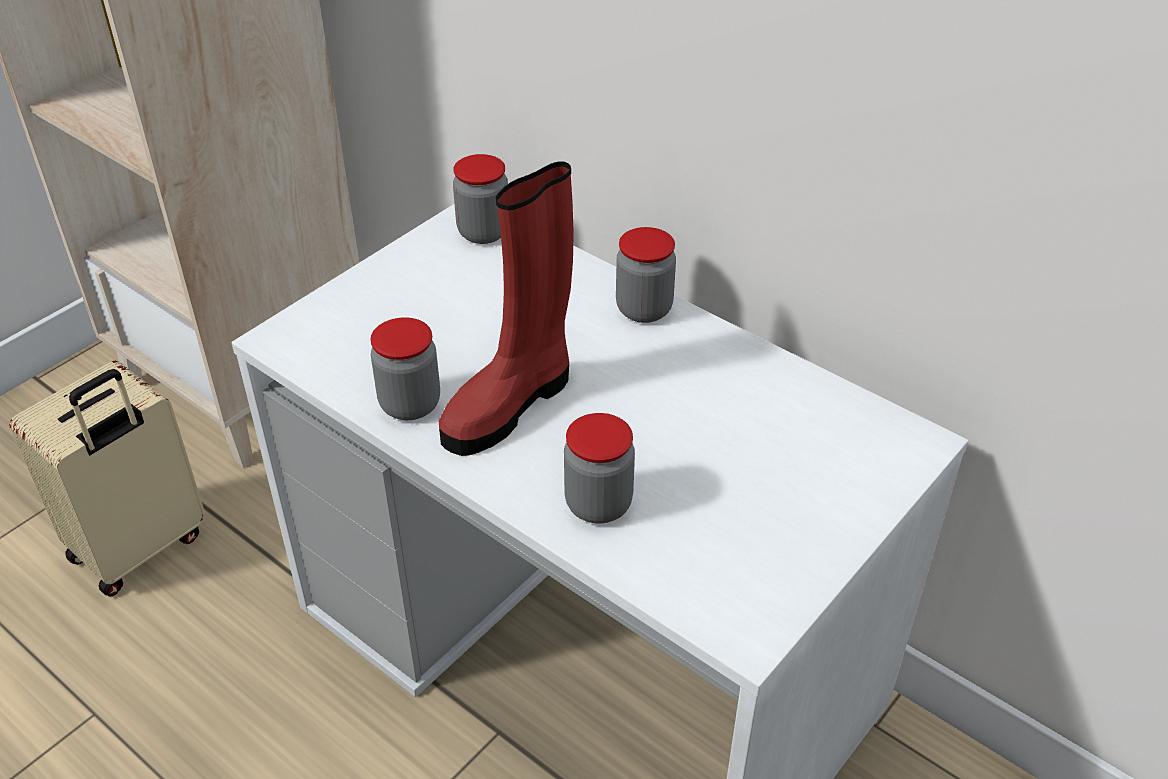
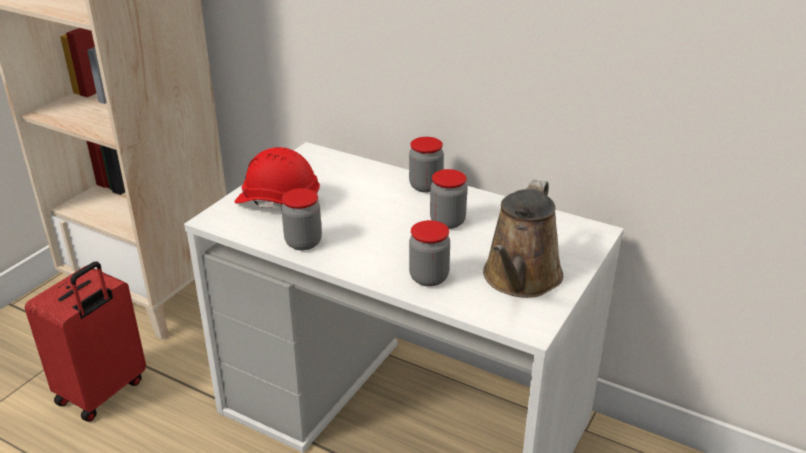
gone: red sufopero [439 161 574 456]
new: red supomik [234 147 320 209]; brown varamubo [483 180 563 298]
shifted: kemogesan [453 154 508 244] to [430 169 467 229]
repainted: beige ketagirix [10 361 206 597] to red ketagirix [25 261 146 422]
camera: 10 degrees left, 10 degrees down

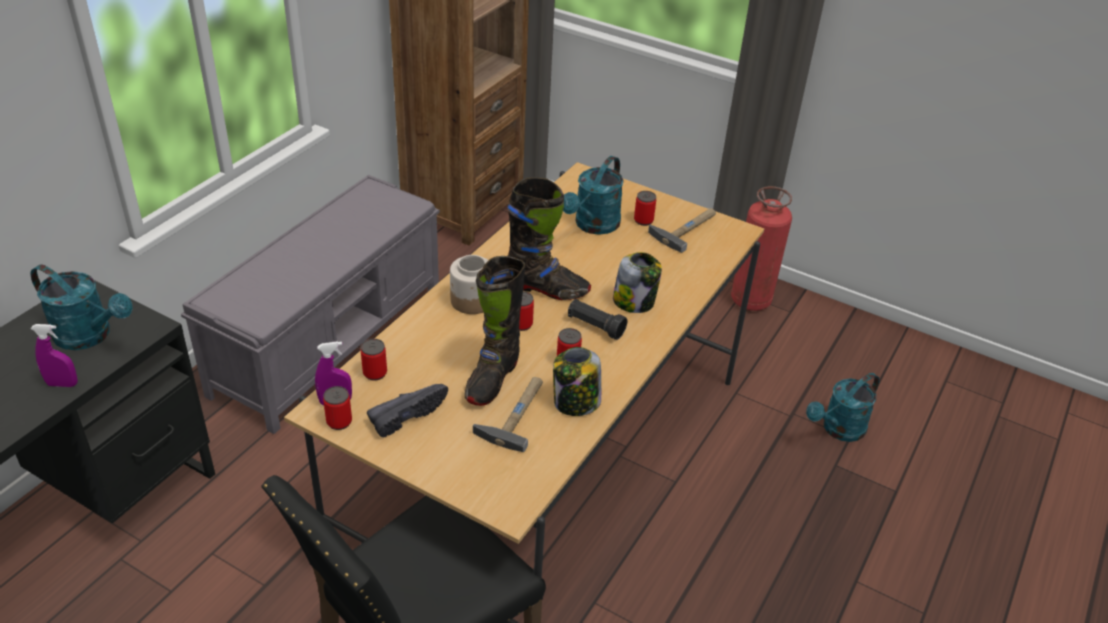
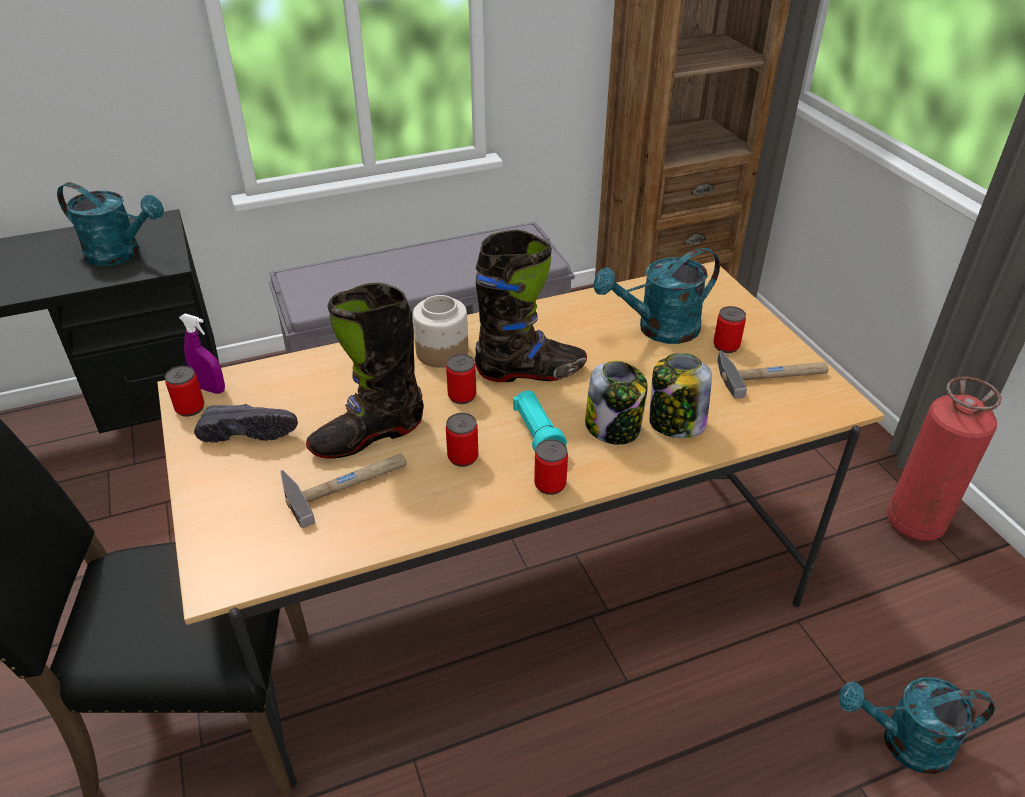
gone: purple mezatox [31 324 78 387]
shifted: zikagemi [361 339 387 381] to [534 439 568 495]; kemogesan [553 347 601 416] to [649 353 712 438]
repainted: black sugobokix [568 299 627 340] to turquoise sugobokix [513 391 567 451]
rotated: turquoise varamubo [31 264 133 350] = [57 182 164 266] 45 degrees counterclockwise; black sufopero [507 177 591 300] = [474 230 587 382] 60 degrees counterclockwise
camera: 40 degrees right, 0 degrees up

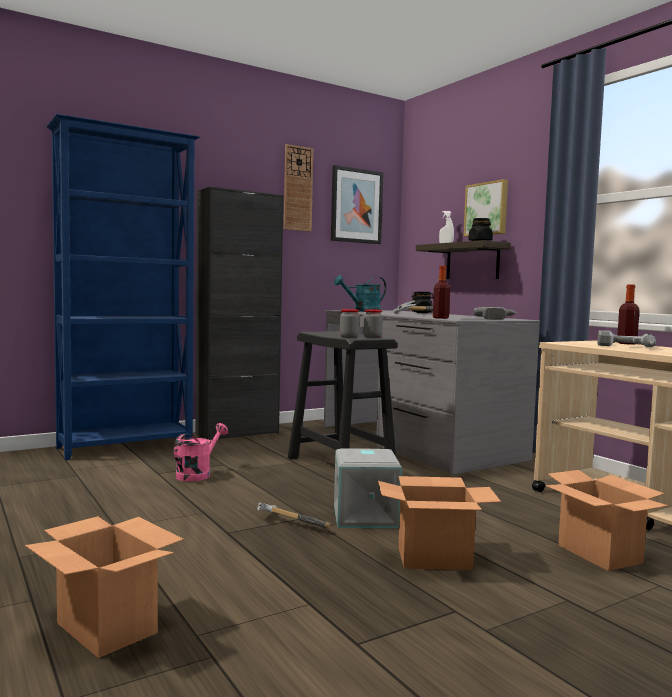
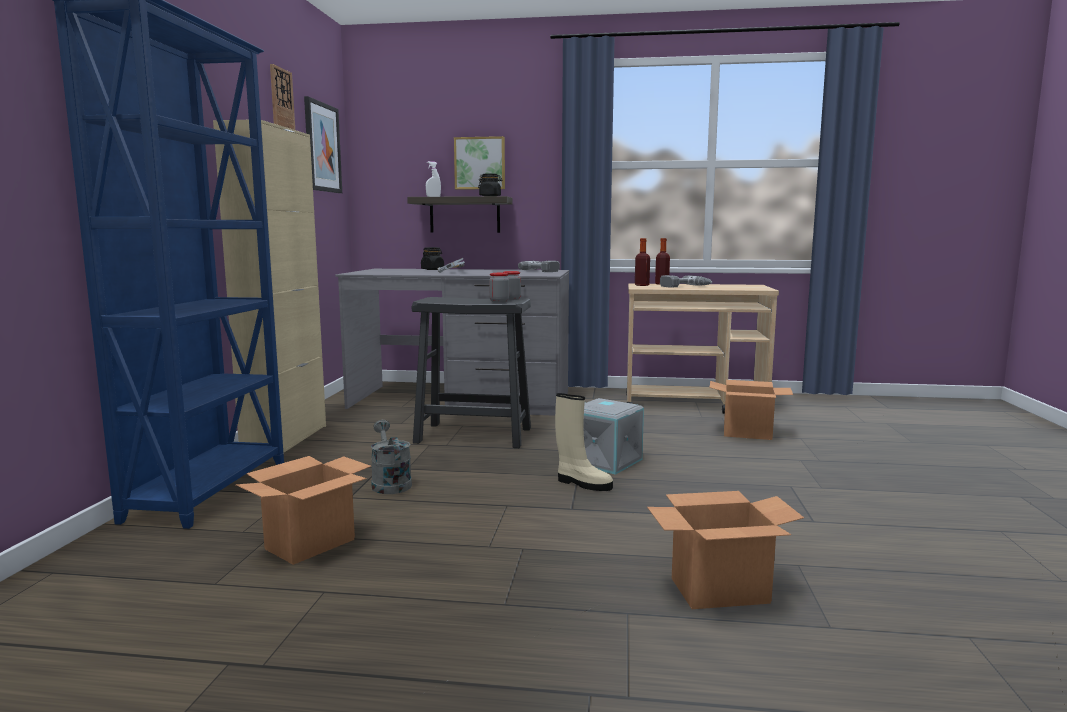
gone: turquoise varamubo [334 275 386 312]
shifted: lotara [378 476 501 570] to [235 456 371 565]; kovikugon [433 266 450 319] to [635 238 650 286]
swapped: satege [257 502 331 528] to beige sufopero [555 393 613 491]
repainted: pink varamubo [174 423 228 482] to grey varamubo [371 420 412 494]; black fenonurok [195 187 283 440] to beige fenonurok [213 120 326 453]
camera: 50 degrees left, 5 degrees up

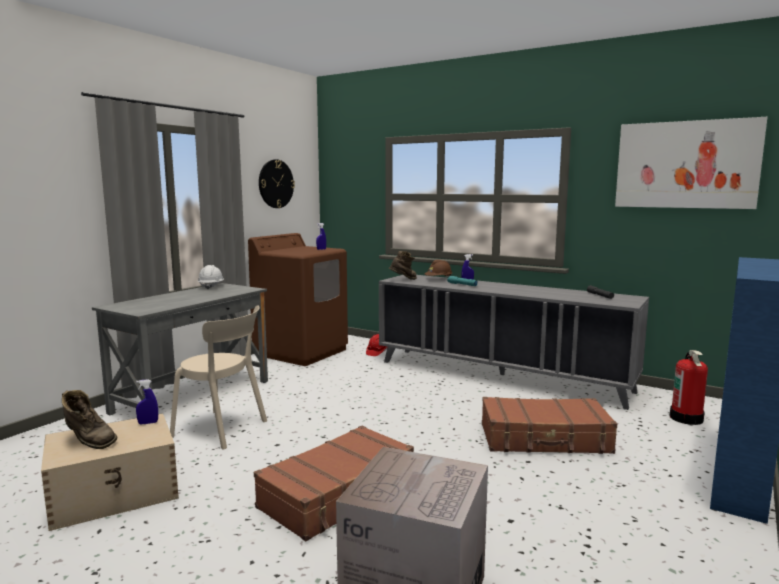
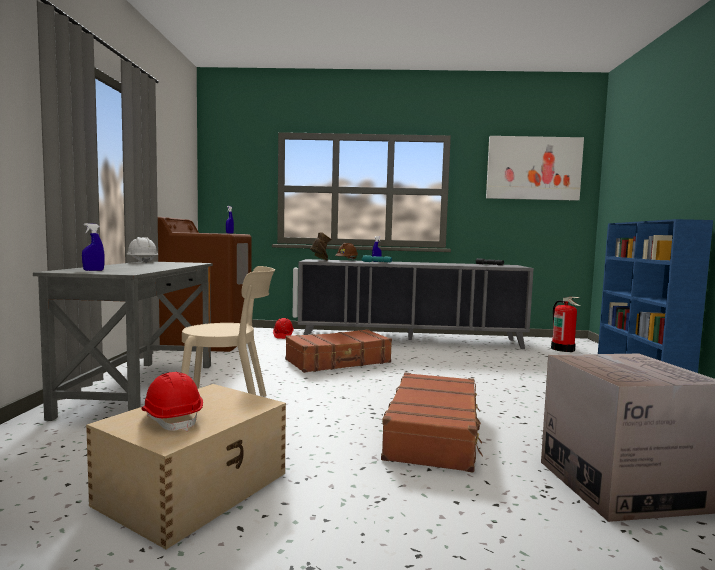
gone: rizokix [259 159 295 208]
shifted: blue mezatox [136 379 158 424] to [82 223 105 271]; brown ketagirix [482 397 617 454] to [285 329 392 373]
swapped: brown sufopero [62 390 117 449] to red supomik [141 372 203 431]
camera: 30 degrees left, 5 degrees down

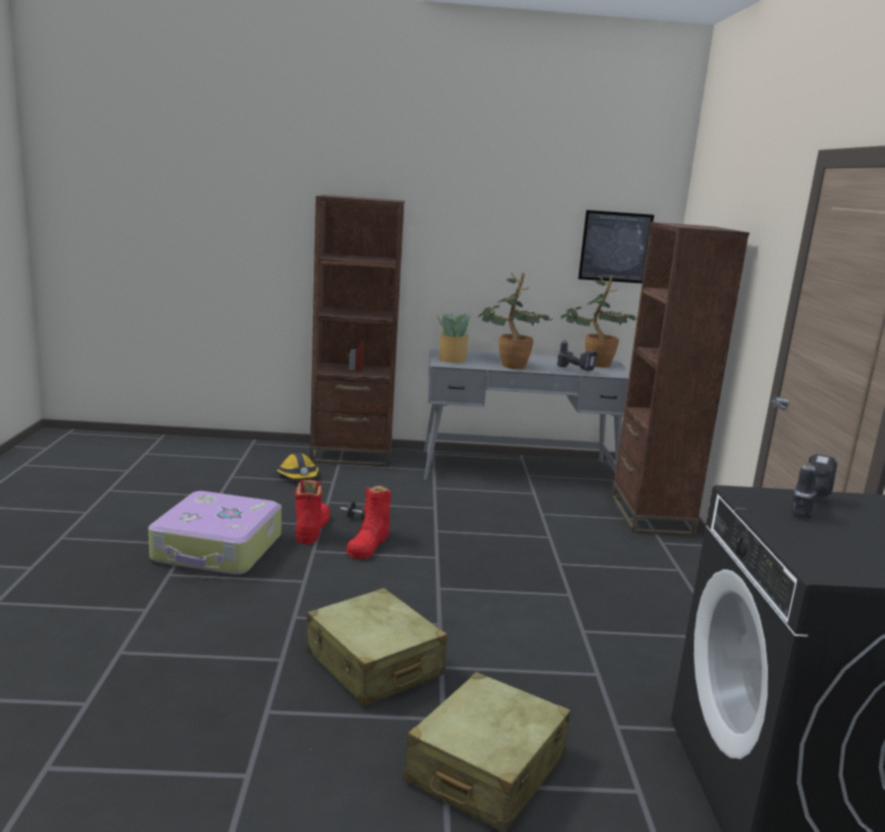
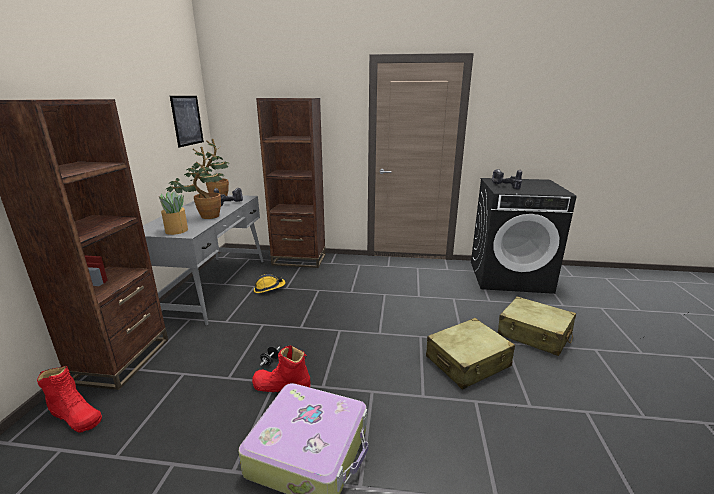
shifted: supomik [277 453 319 479] to [254 274 285 293]; red sufopero [346 485 392 559] to [37 366 102 433]
camera: 80 degrees left, 5 degrees up

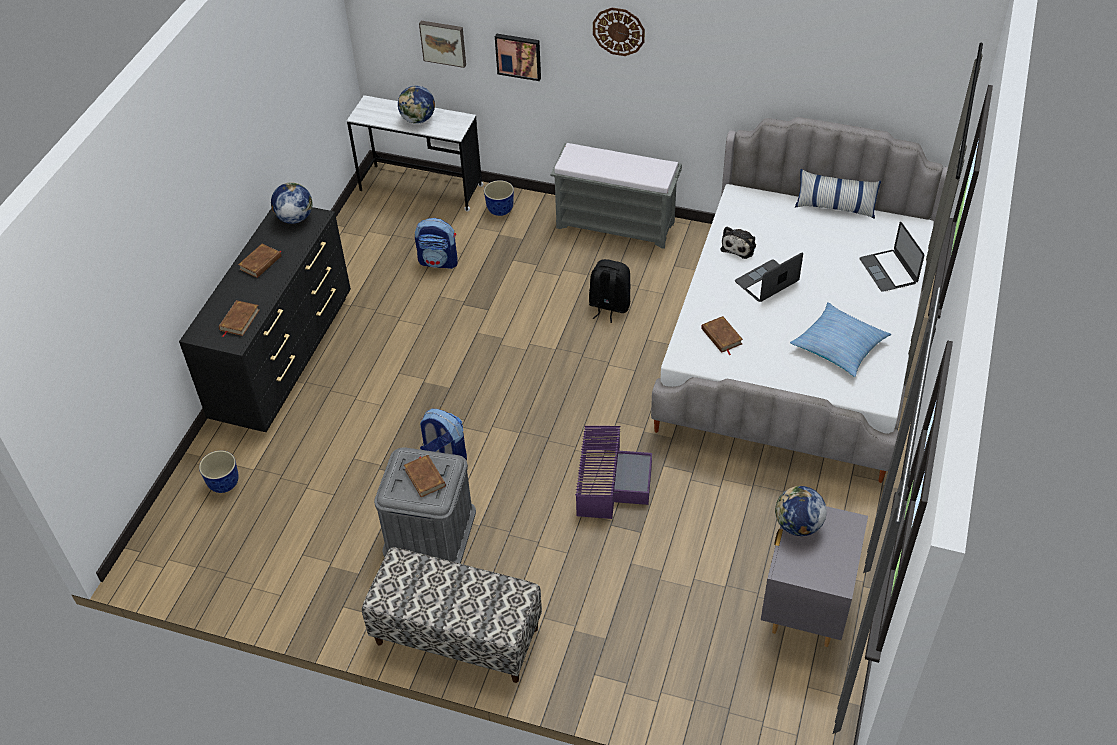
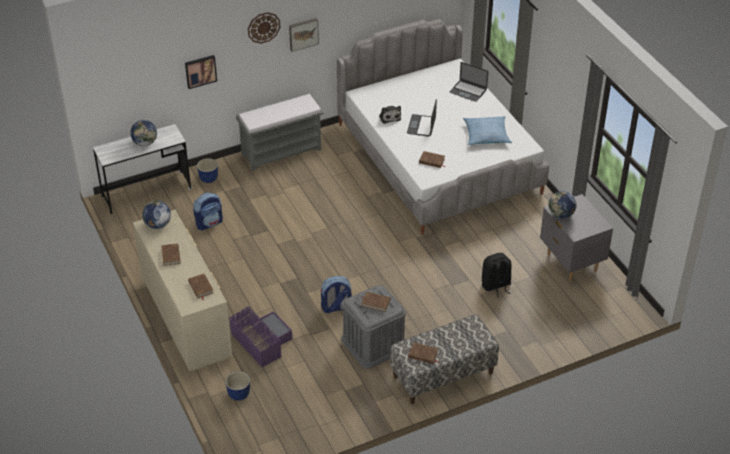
gone: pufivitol [795 169 881 219]
new: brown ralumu [408 342 439 364]
shifted: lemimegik [419 21 466 68] to [289 18 319 52]; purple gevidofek [575 426 652 519] to [230 306 292 367]; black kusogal [589 259 631 323] to [482 253 511 298]
repainted: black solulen [179 207 351 432] to beige solulen [133 210 232 371]
camera: 45 degrees left, 5 degrees down

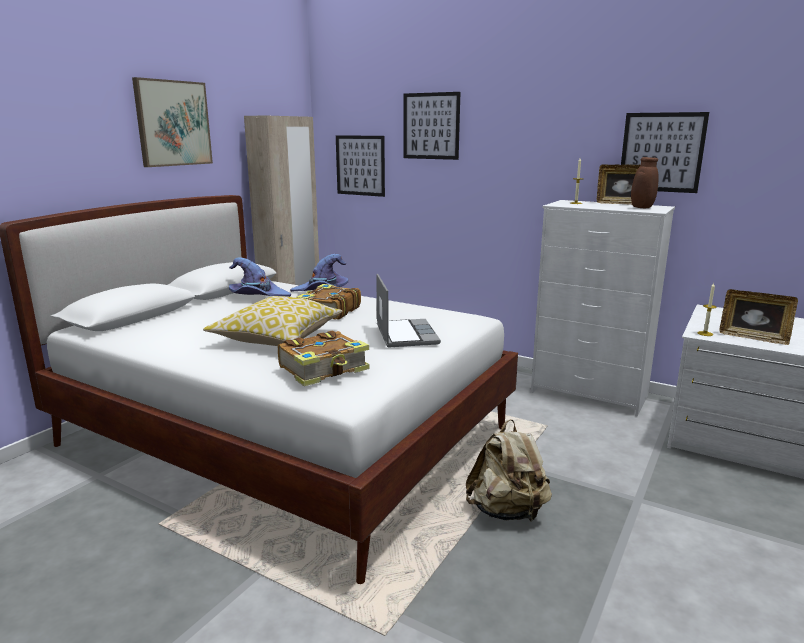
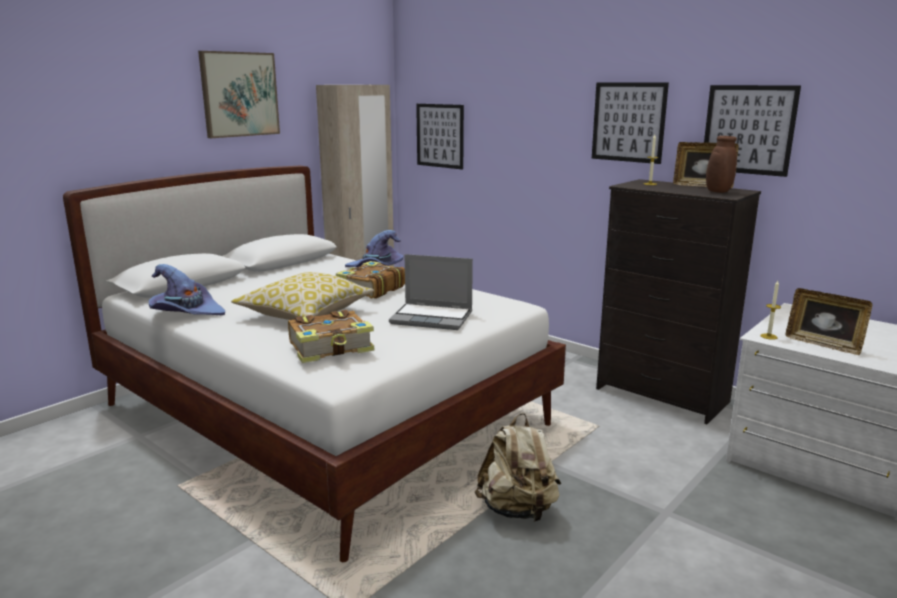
shifted: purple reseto [229 257 291 297] to [149 264 225 315]; lemimegik [403 92 460 160] to [592 82 669 164]
repainted: white solulen [531 200 675 416] to black solulen [596 179 761 424]
rotated: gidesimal [376 274 441 348] = [389 254 473 330] 105 degrees clockwise
camera: 10 degrees right, 0 degrees up

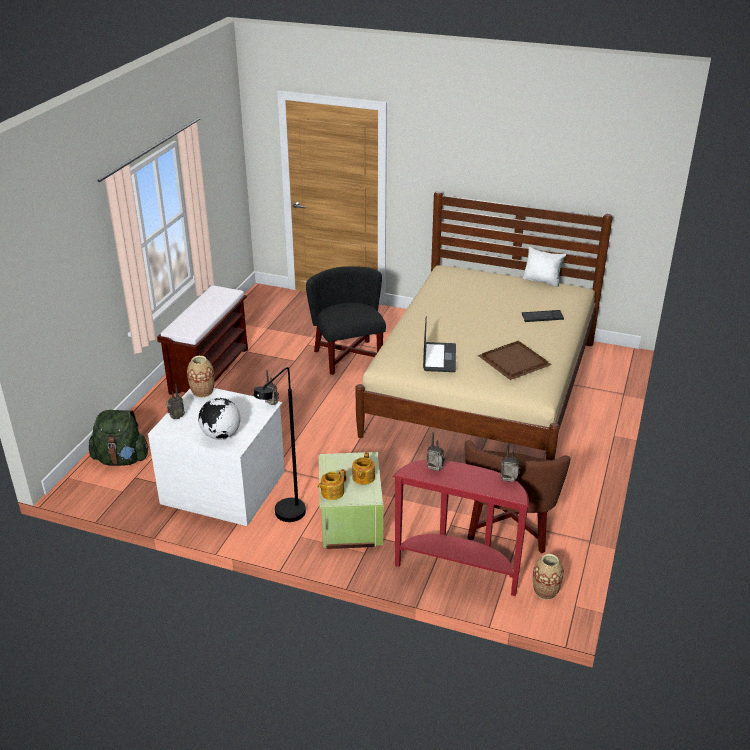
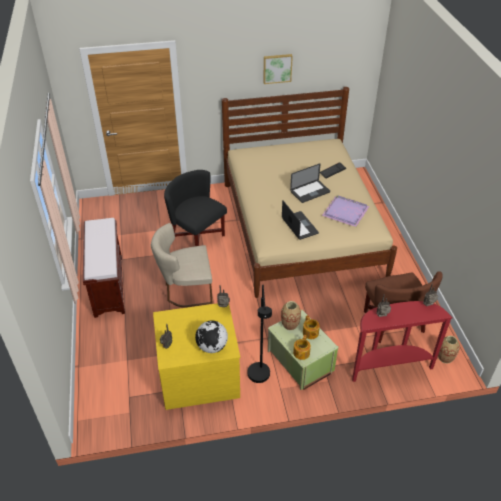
gone: green kusogal [89 410 149 466]; white pufivitol [523 247 566 287]
new: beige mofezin [151 223 212 307]; lemimegik [263 54 293 84]; gidesimal [290 163 330 203]
shifted: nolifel [187 356 214 398] to [281 301 301 330]
repainted: white solulen [148 388 285 526] to yellow solulen [153 303 240 410]; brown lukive [478 341 552 380] to purple lukive [322 195 370 227]
camera: 30 degrees left, 10 degrees up

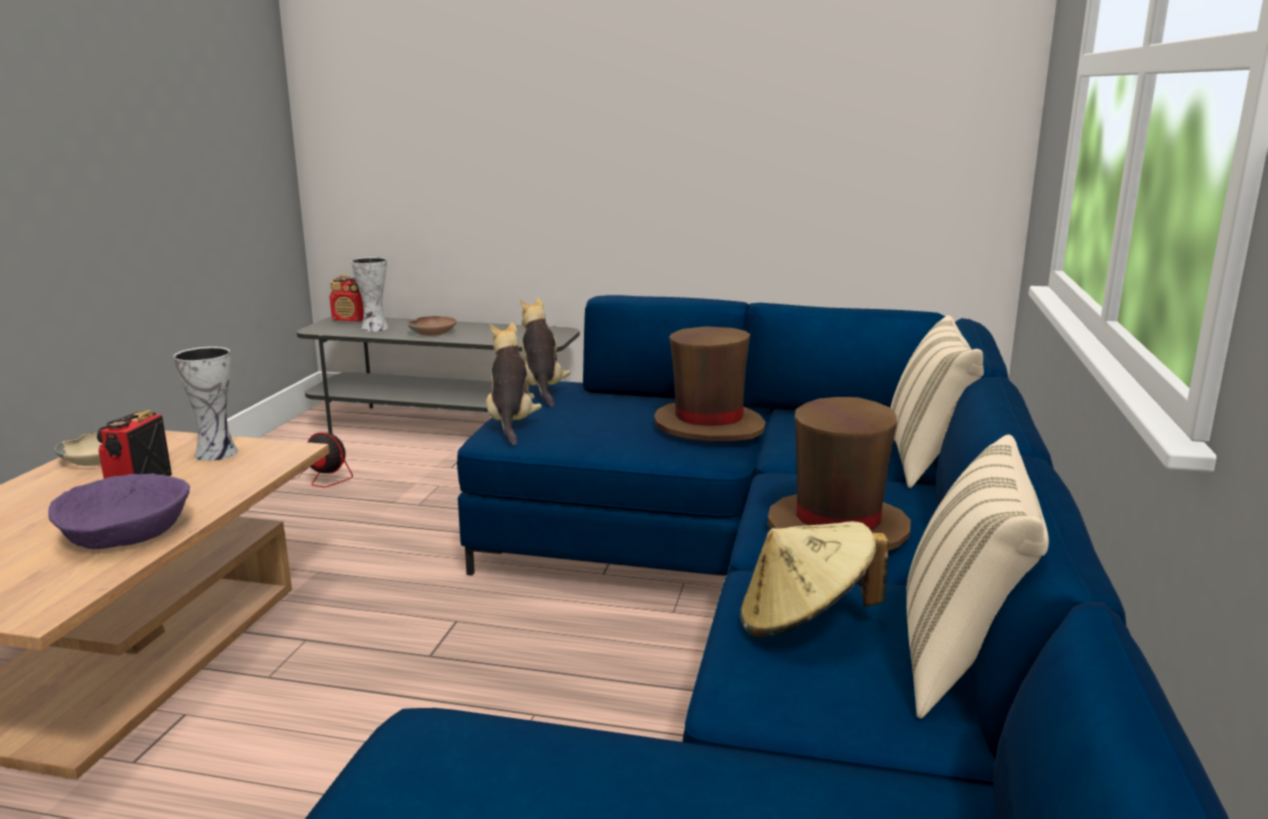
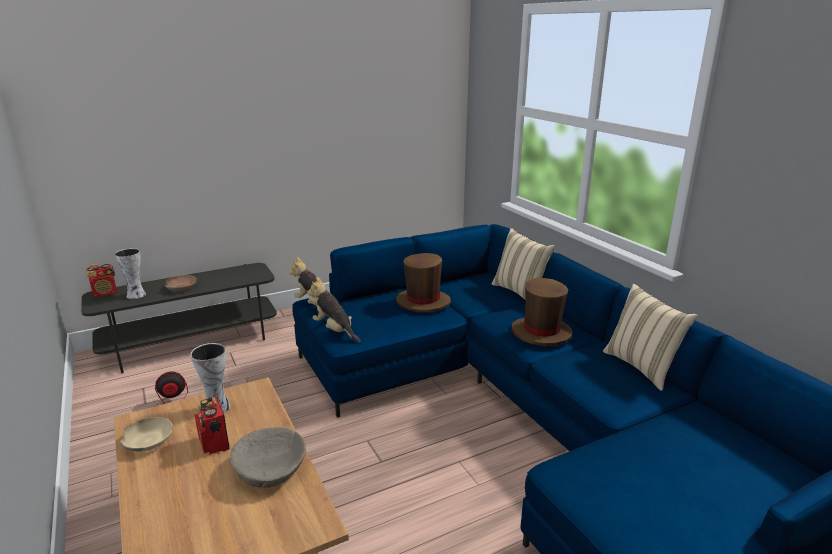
gone: beige reseto [740 521 889 637]
repainted: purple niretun [48 473 190 549] to beige niretun [230 427 306 488]
camera: 40 degrees left, 5 degrees up

